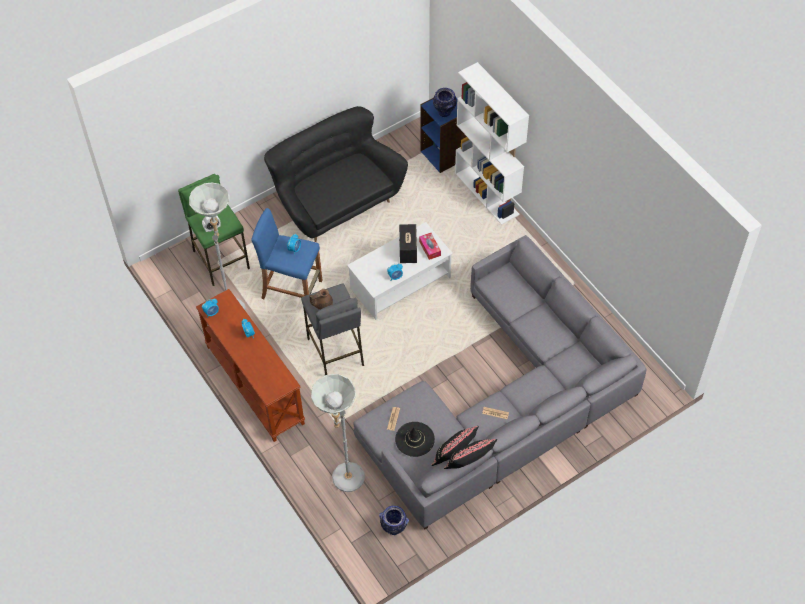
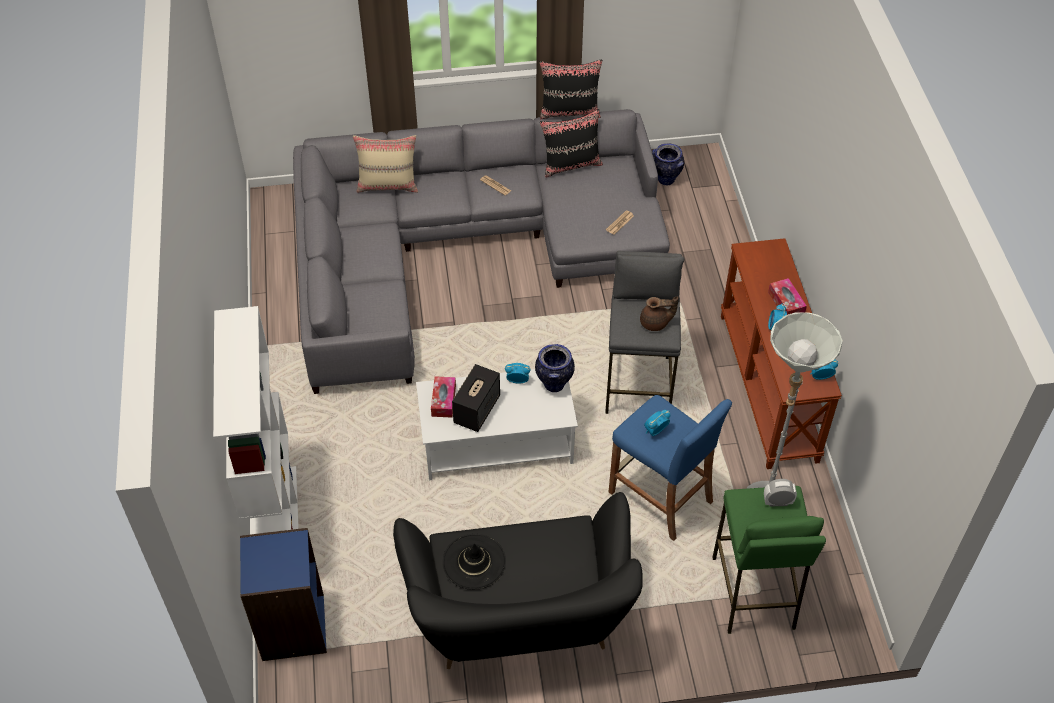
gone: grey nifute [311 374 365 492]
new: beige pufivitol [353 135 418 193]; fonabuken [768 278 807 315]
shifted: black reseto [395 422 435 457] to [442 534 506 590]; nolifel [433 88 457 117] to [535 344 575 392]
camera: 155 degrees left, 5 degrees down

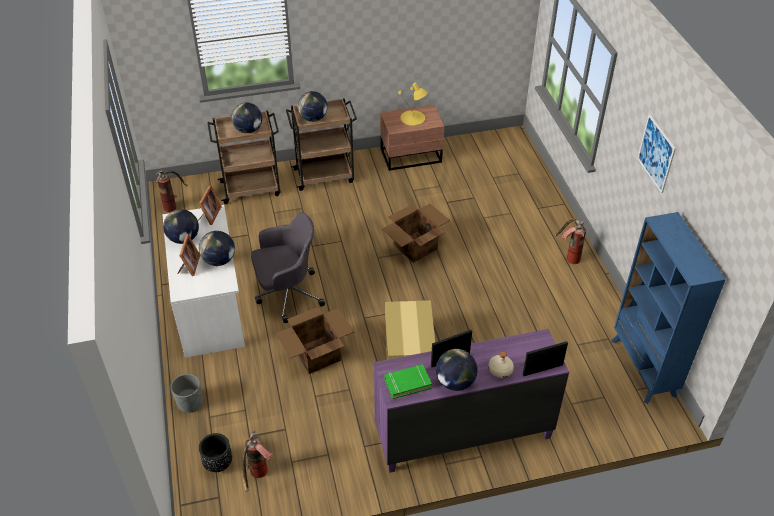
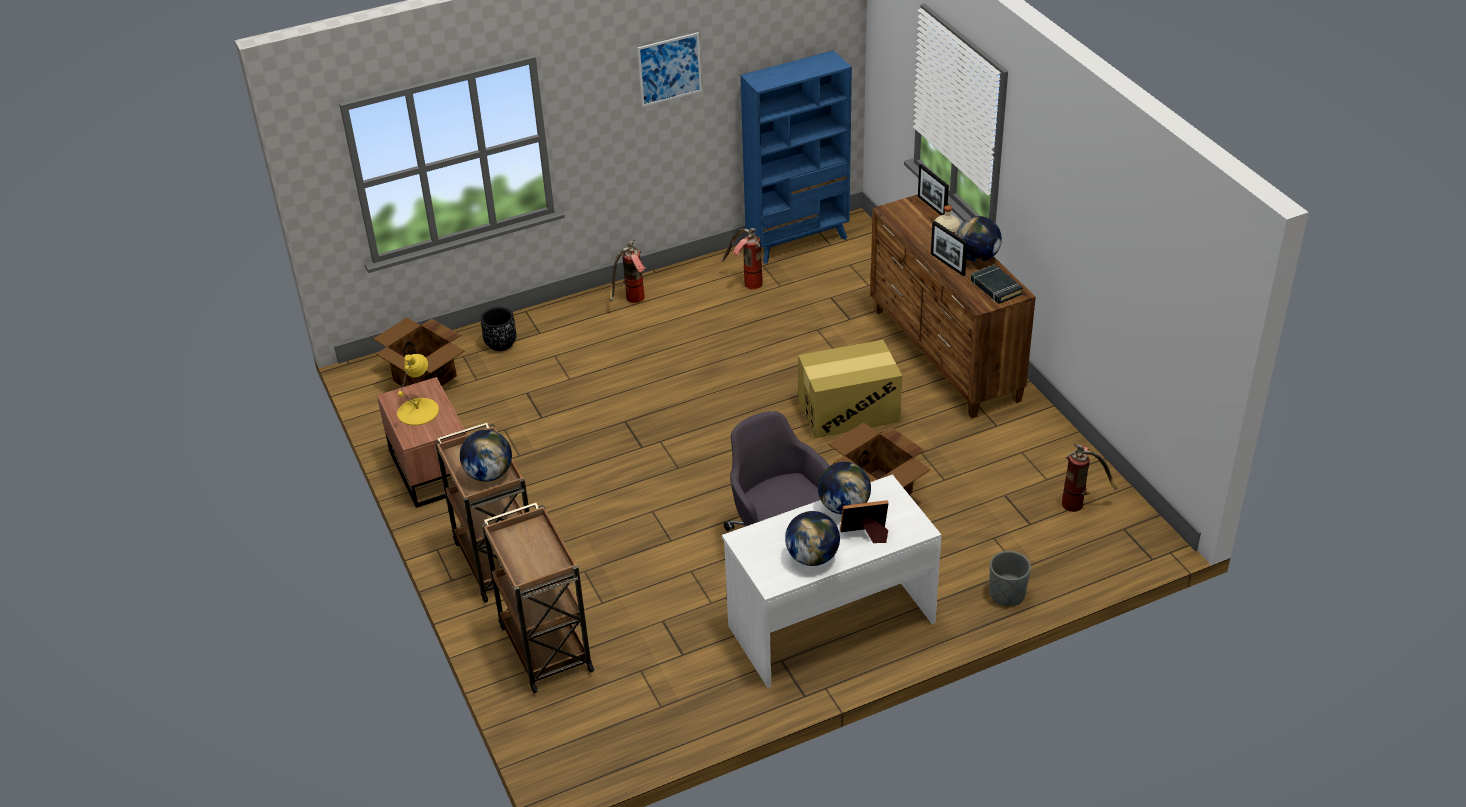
gone: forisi [198 185 222 225]; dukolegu [231 102 262 133]
shifted: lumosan [156 170 188 212] to [721 228 763 290]; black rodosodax [199 433 232 472] to [480 307 517 351]; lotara [382 204 450 263] to [373 318 465 387]
repainted: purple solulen [374 329 569 473] to brown solulen [870 194 1036 418]; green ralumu [384 364 432 399] to black ralumu [971 265 1023 304]
camera: 100 degrees left, 5 degrees down

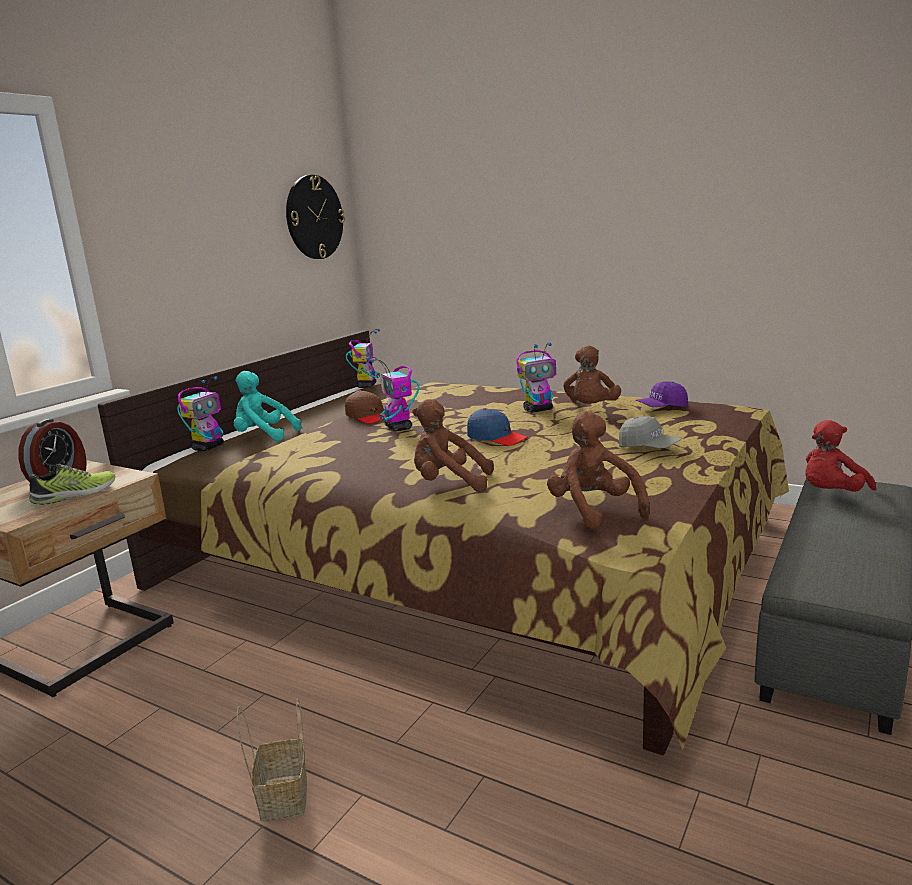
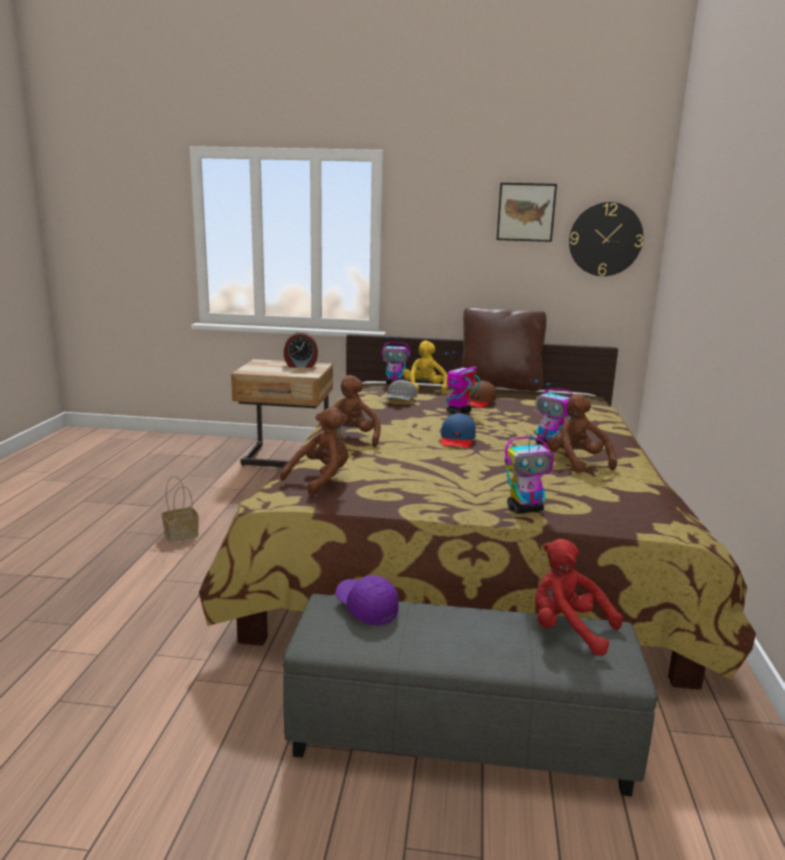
gone: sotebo [29 464 115 505]
new: brown pufivitol [461 307 546 391]; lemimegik [496 183 557 242]
shifted: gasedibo [346 329 380 388] to [504 434 554 514]; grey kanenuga [619 416 682 448] to [386 380 417 400]; purple kanenuga [636 382 688 407] to [335 575 399 626]
repainted: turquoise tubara [234 371 301 441] to yellow tubara [403 341 447 395]
rotated: brown tubara [563 345 621 404] = [547 394 617 473] 75 degrees clockwise
camera: 65 degrees right, 0 degrees up

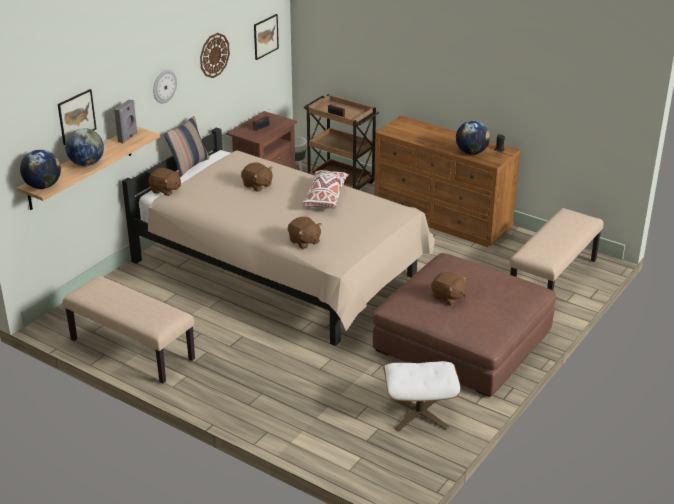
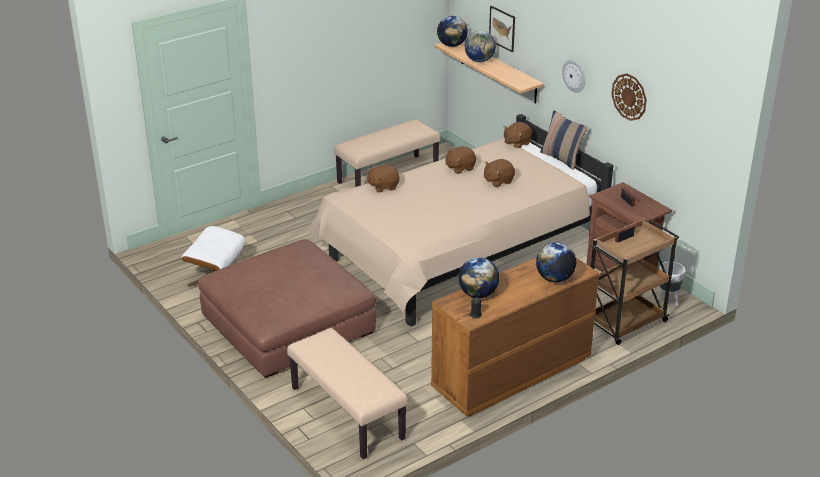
gone: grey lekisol [114 100 138 143]; lemimegik [254 14 279 60]; white pufivitol [302 170 349 208]
new: dukolegu [536 242 576 282]
shifted: brown tubara [431 271 466 305] to [445 146 476 174]
camera: 110 degrees right, 0 degrees up

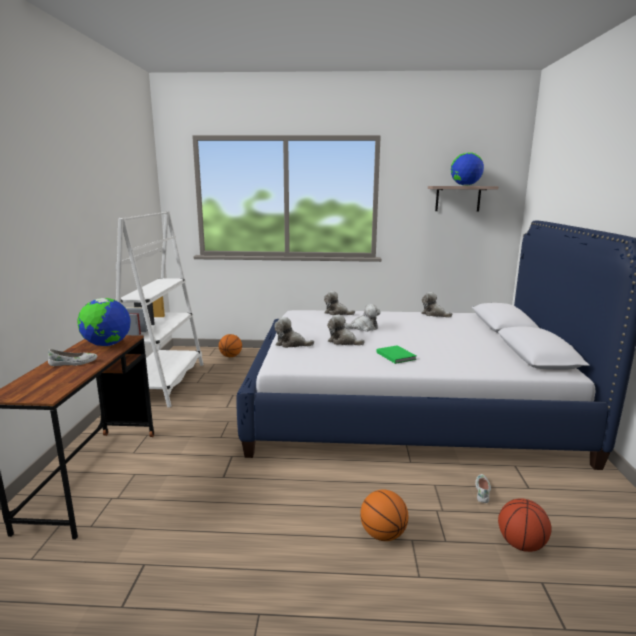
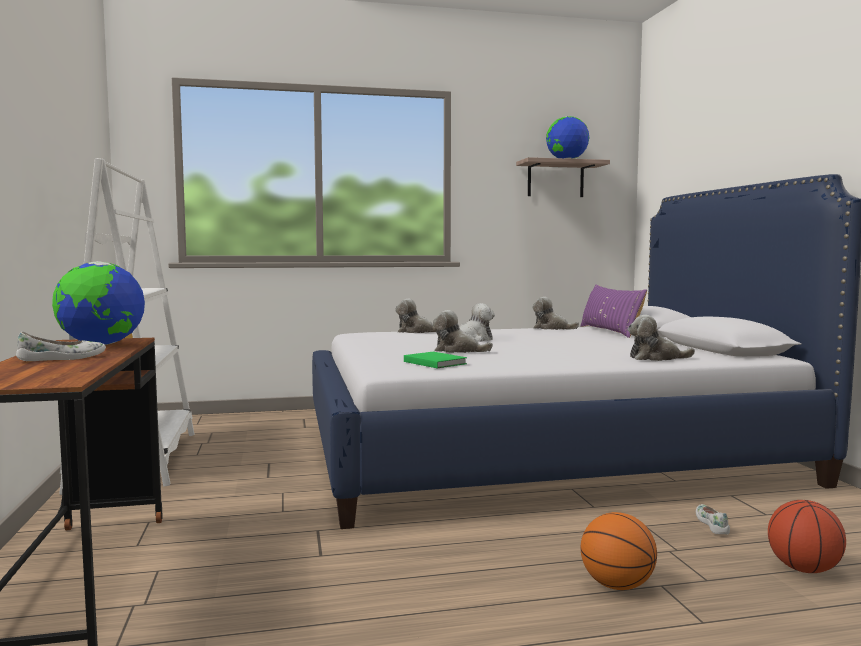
gone: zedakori [219 334 242 357]
new: purple pufivitol [580 284 647 338]
shifted: tubara [274 317 314 348] to [628 315 695 361]; green ralumu [377 345 417 364] to [404 352 467 368]
camera: 15 degrees left, 10 degrees down

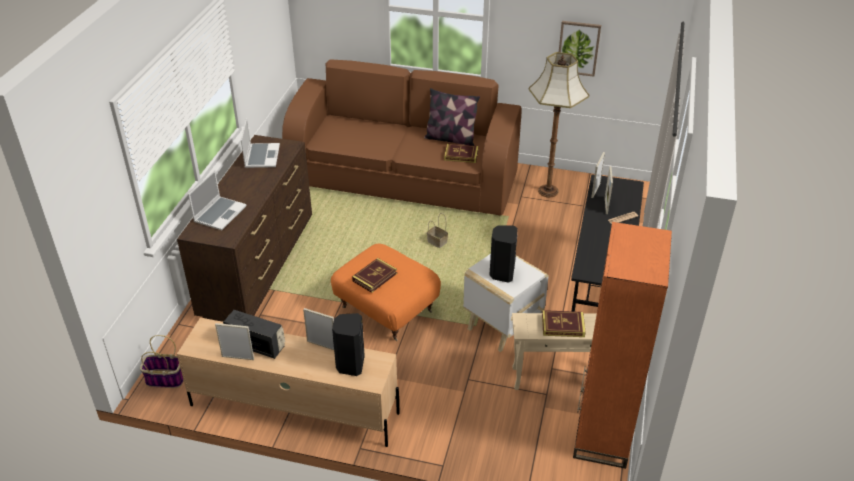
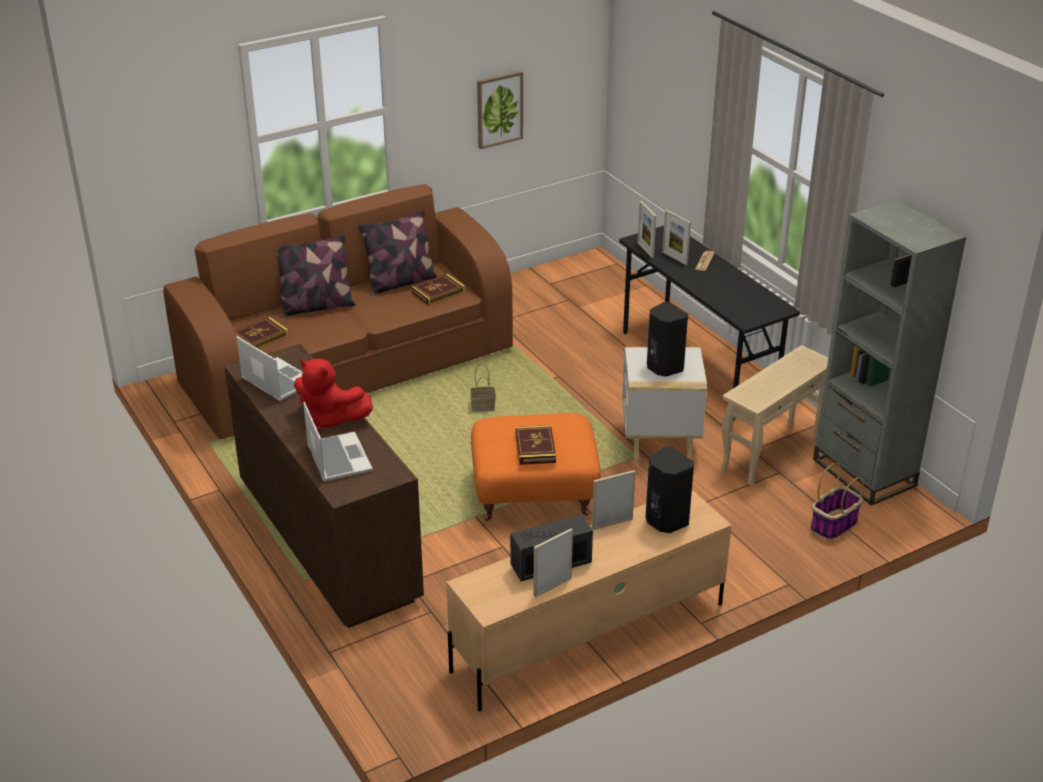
gone: nifute [529 52 589 198]
new: pufivitol [277 234 355 317]; red tubara [294 359 373 432]
shifted: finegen [140 335 184 388] to [810 463 864 540]; ralumu [542 310 586 337] to [235 317 289 349]
repainted: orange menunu [573 222 672 469] to grey menunu [813 199 967 506]
camera: 45 degrees left, 5 degrees down

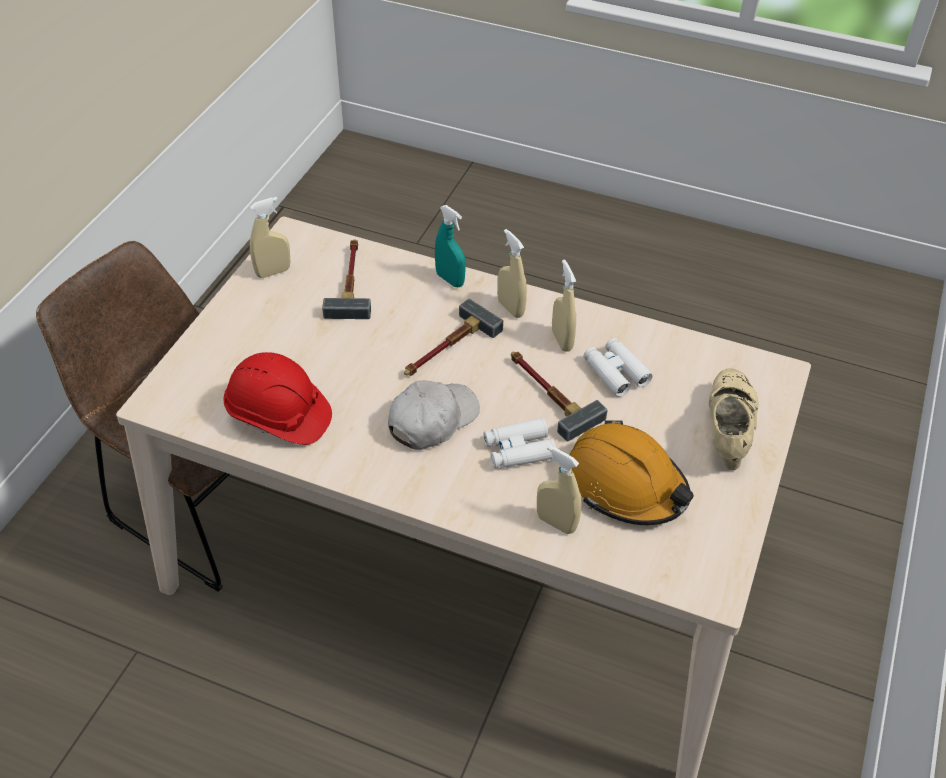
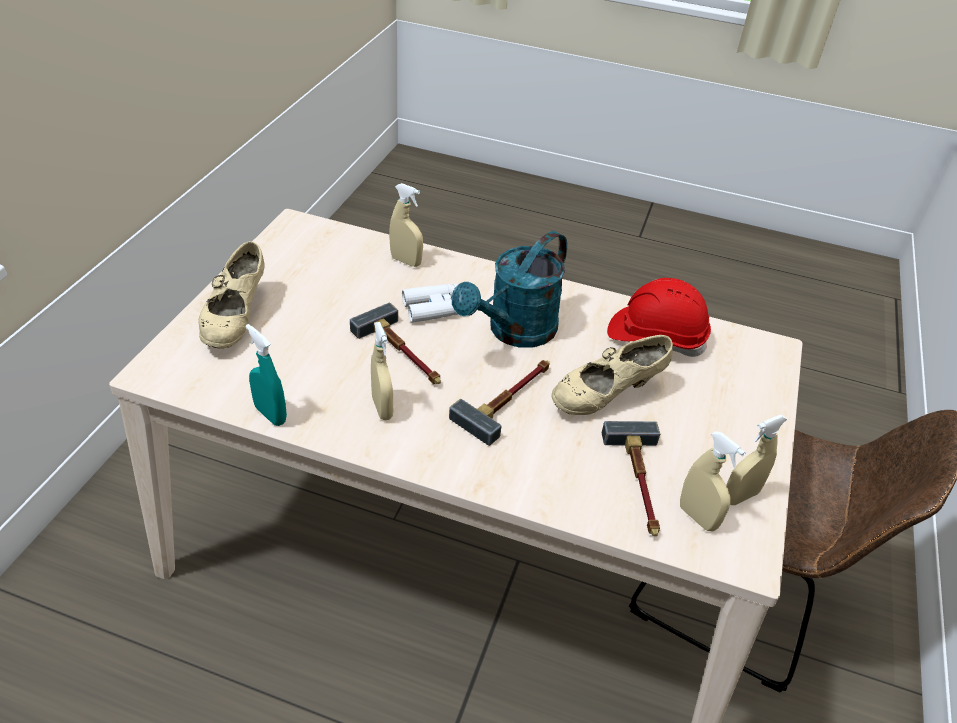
gone: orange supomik [569 420 694 525]; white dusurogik [584 338 653 397]
new: beige sotebo [551 335 673 415]
shifted: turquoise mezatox [435 205 466 287] to [246 324 287 426]; beige mezatox [497 229 527 318] to [680 431 746 531]
swapped: white kanenuga [388 381 480 450] to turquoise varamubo [452 231 567 348]
camera: 175 degrees right, 5 degrees down

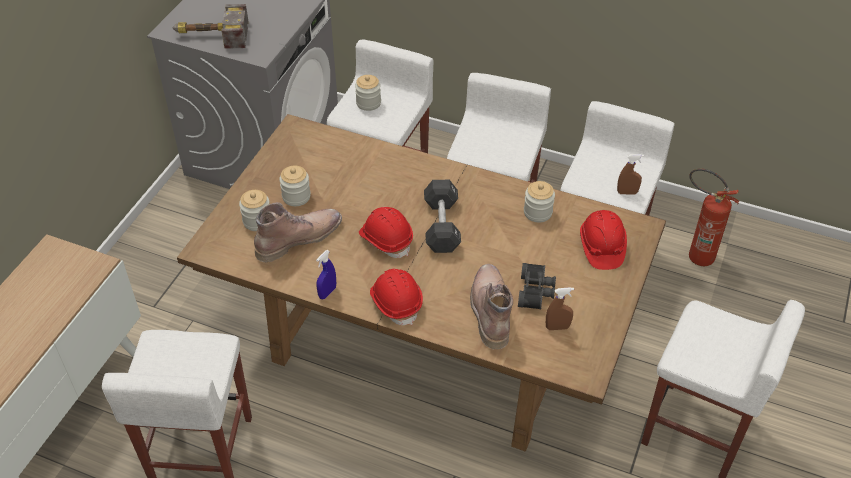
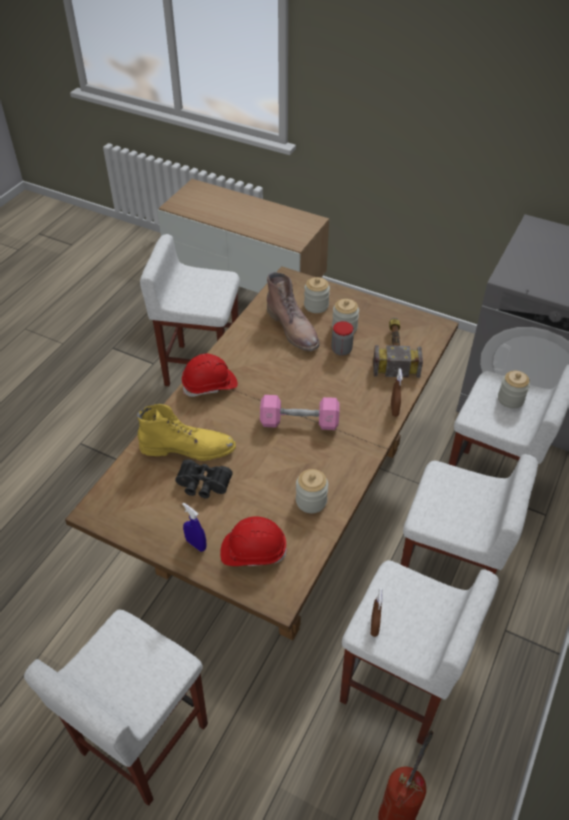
gone: red supomik [359 207 413 258]
new: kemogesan [331 321 354 356]
shifted: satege [173 4 249 49] to [373 318 423 378]; blue mezatox [316 250 336 299] to [182 503 207 552]; brown mezatox [546 287 574 330] to [391 368 403 417]
repainted: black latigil [424 180 461 253] to pink latigil [260 395 340 430]; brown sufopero [470 264 513 349] to yellow sufopero [137 404 236 461]
camera: 95 degrees right, 0 degrees up

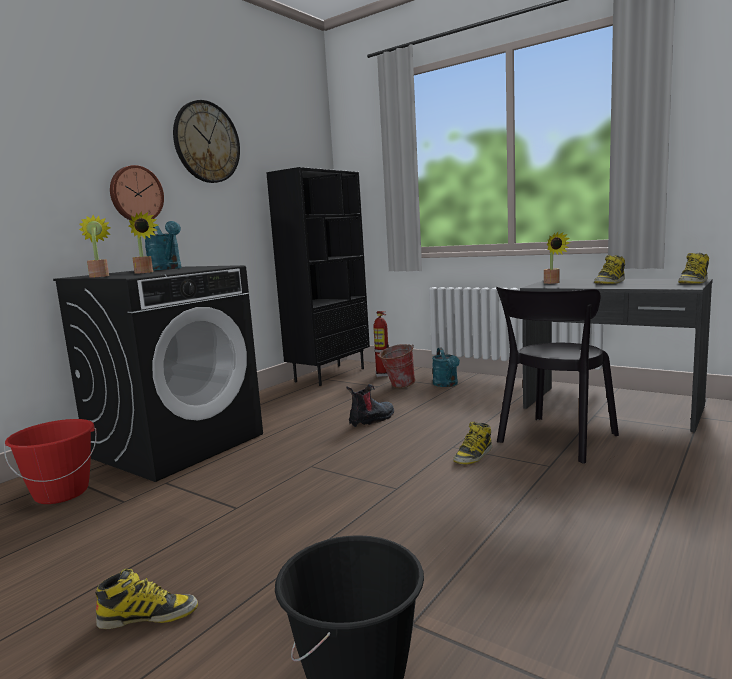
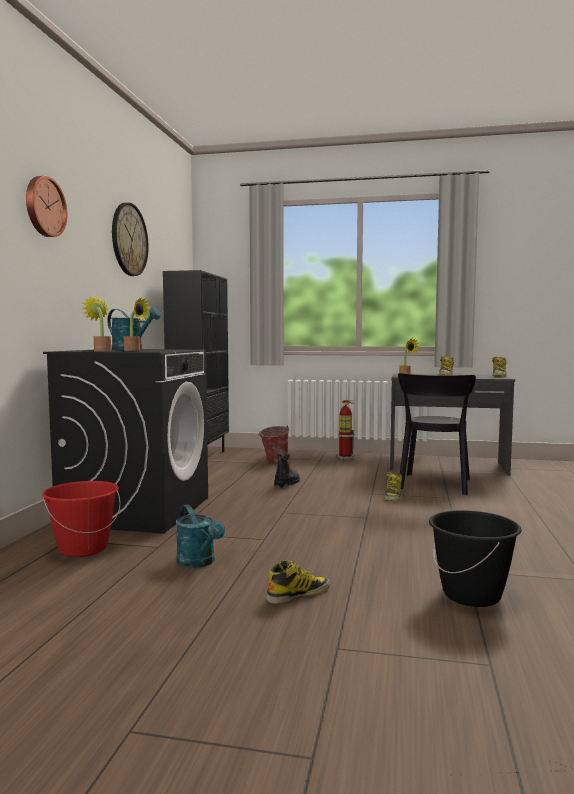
shifted: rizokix [110 165 164 220] to [26 176 67 237]; lumosan [373 311 389 377] to [337 400 354 460]; turquoise varamubo [432 348 460 387] to [176 505 225 568]
camera: 25 degrees left, 5 degrees down

